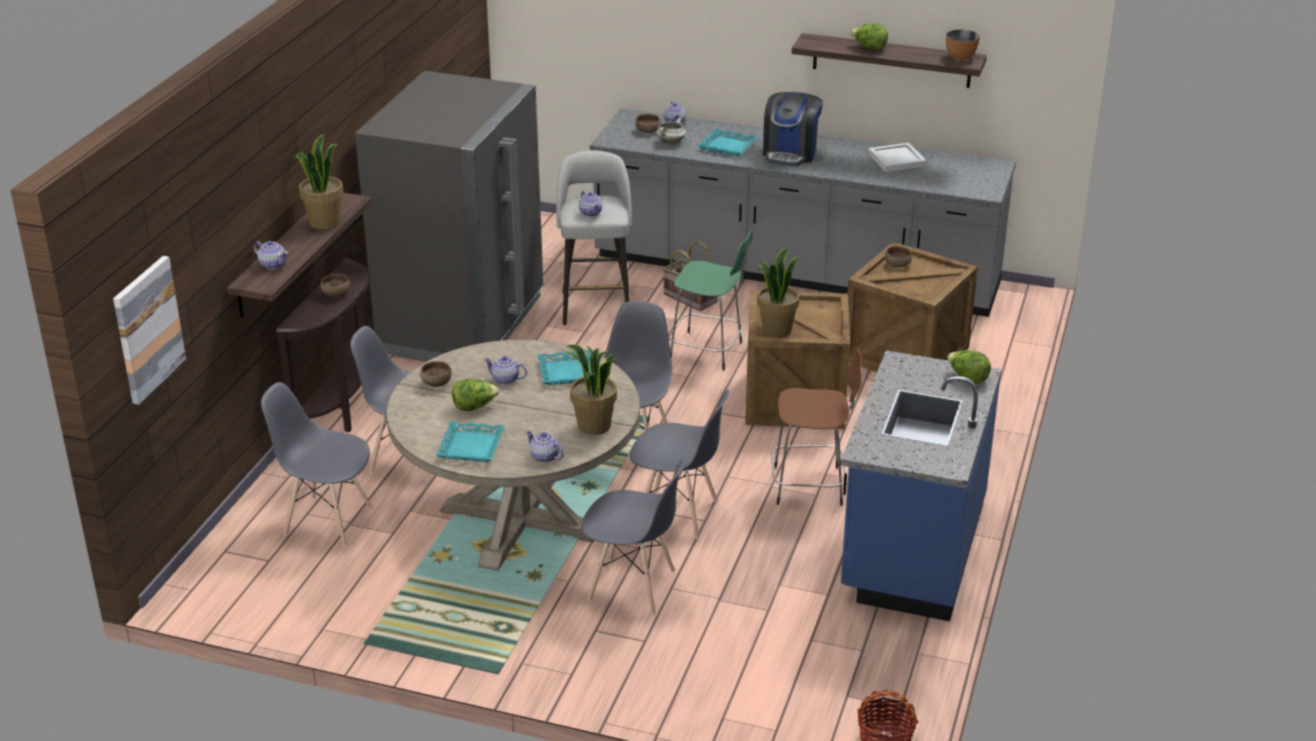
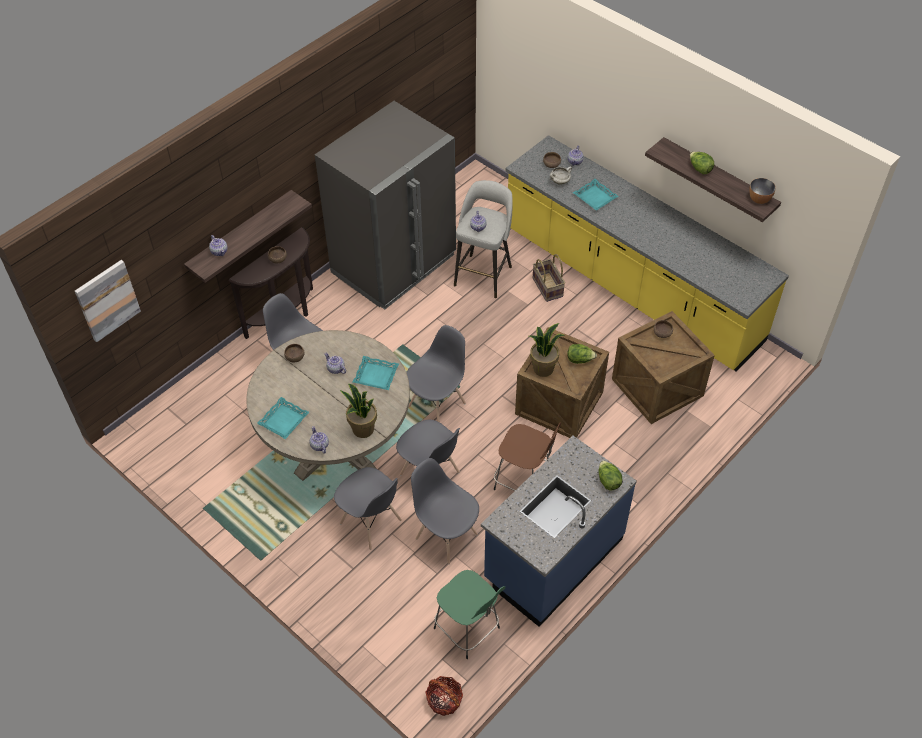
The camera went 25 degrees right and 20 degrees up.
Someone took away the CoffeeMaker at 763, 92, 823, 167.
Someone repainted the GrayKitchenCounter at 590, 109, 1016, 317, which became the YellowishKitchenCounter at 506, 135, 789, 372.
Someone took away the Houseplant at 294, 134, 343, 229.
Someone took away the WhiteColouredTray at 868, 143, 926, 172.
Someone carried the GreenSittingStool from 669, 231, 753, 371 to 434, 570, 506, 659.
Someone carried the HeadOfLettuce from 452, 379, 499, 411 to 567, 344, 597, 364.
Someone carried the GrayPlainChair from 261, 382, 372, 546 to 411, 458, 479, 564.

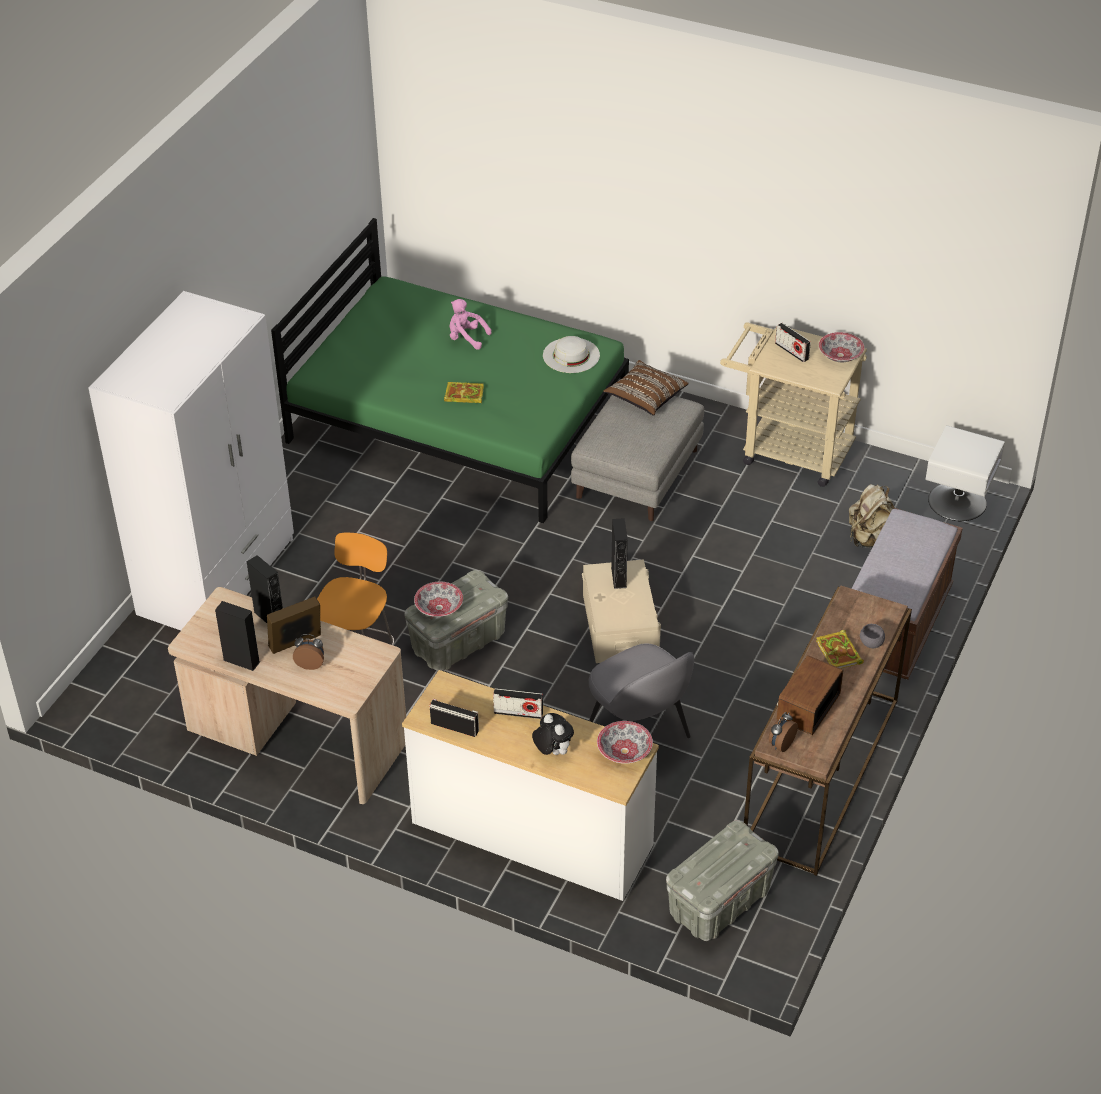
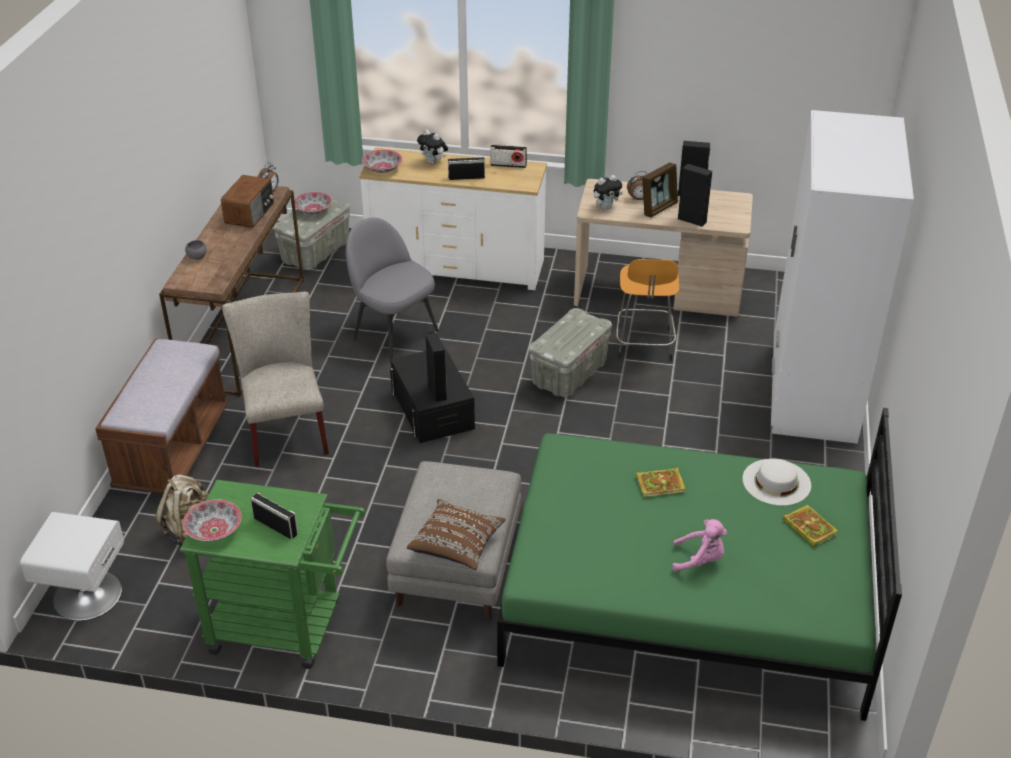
The camera went 165 degrees right and 5 degrees down.
Someone repainted the SandColouredWheeledCart at 720, 322, 867, 487, which became the GreenWheeledCart at 180, 480, 365, 669.
Someone carried the WhiteColouredWearableHat from 543, 336, 600, 373 to 742, 459, 811, 506.
Someone repainted the SandColouredStorageContainer at 582, 559, 661, 663, which became the BlackStorageContainer at 390, 347, 475, 443.
Someone carried the Bowl from 414, 582, 463, 617 to 294, 192, 332, 215.
Someone carried the Book from 816, 630, 864, 668 to 782, 505, 838, 547.
Someone put down the PlushToy at 594, 175, 623, 209.
Someone put down the SandColouredPlainChair at 222, 292, 329, 467.

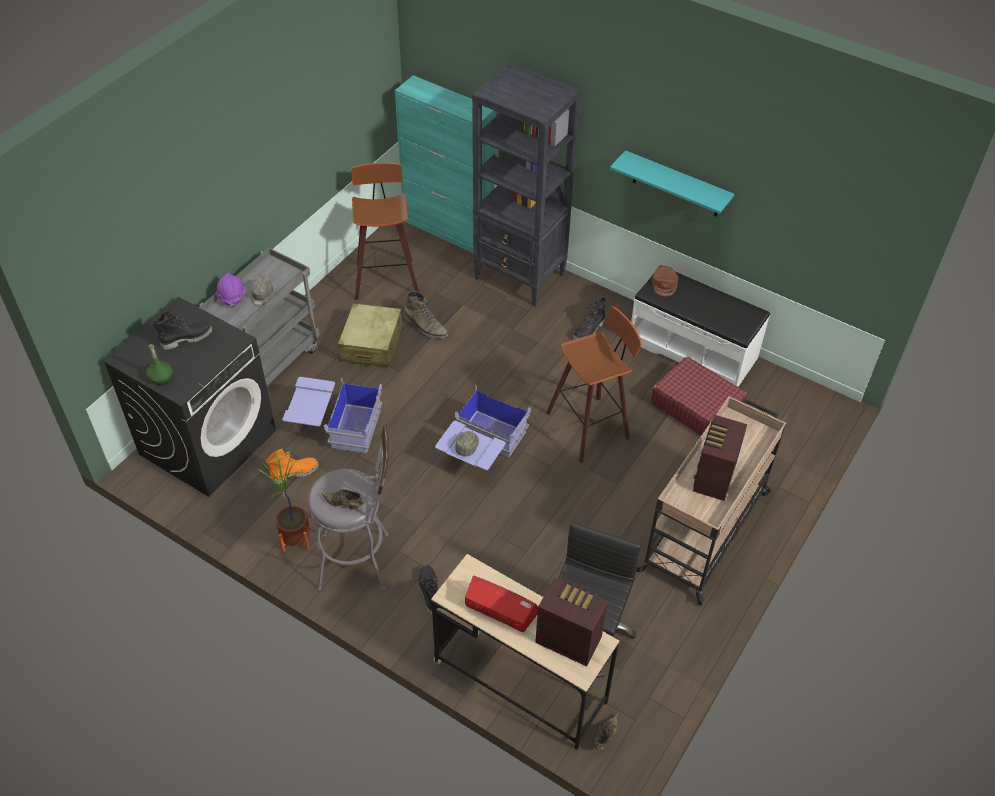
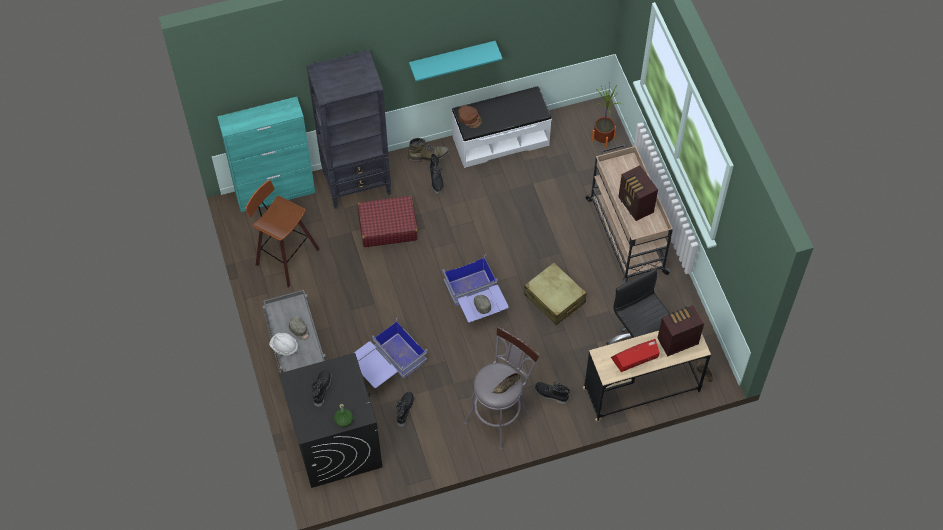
The camera went 50 degrees left and 10 degrees up.
Someone repainted the PurpleColouredHardHat at 216, 273, 245, 308, which became the WhiteColouredHardHat at 269, 333, 298, 355.
Someone carried the GreenTallBoot from 403, 291, 449, 339 to 408, 138, 449, 162.
Someone carried the SandColouredPieceOfLuggage from 338, 303, 403, 367 to 524, 262, 586, 325.
Someone took away the SittingStool at 546, 306, 642, 463.
Someone carried the RedPieceOfLuggage from 651, 356, 747, 436 to 358, 196, 418, 247.
Someone repainted the OrangeTallBoot at 266, 449, 319, 484, which became the BlackTallBoot at 396, 392, 414, 427.
Someone carried the Houseplant from 258, 451, 310, 552 to 592, 84, 623, 149.

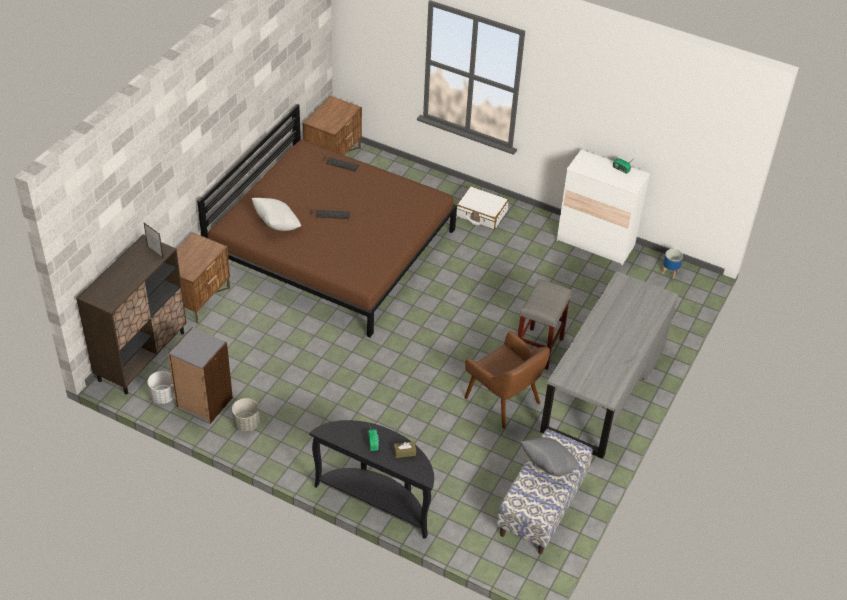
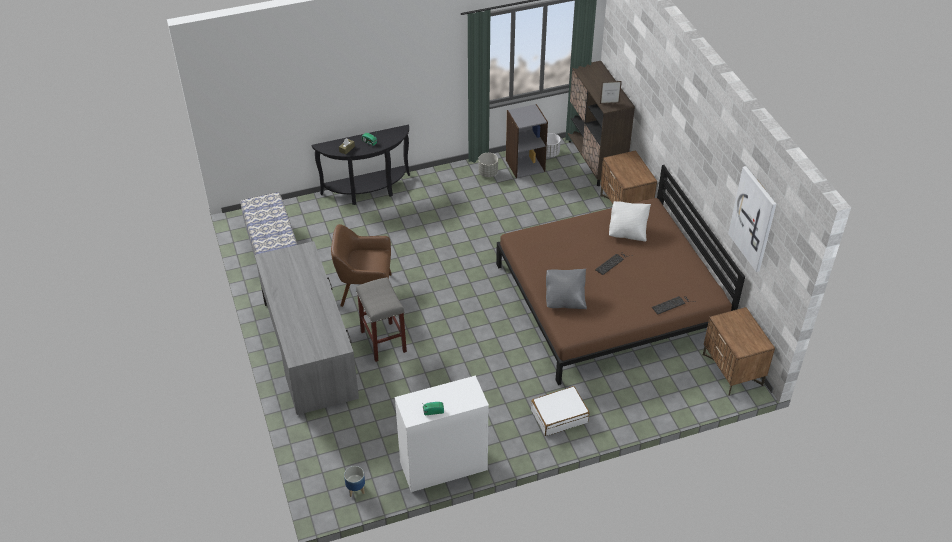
The camera went 135 degrees right and 0 degrees up.
Someone carried the GrayCushion from 521, 437, 580, 476 to 546, 269, 587, 309.
Someone put up the Picture at 728, 166, 776, 272.

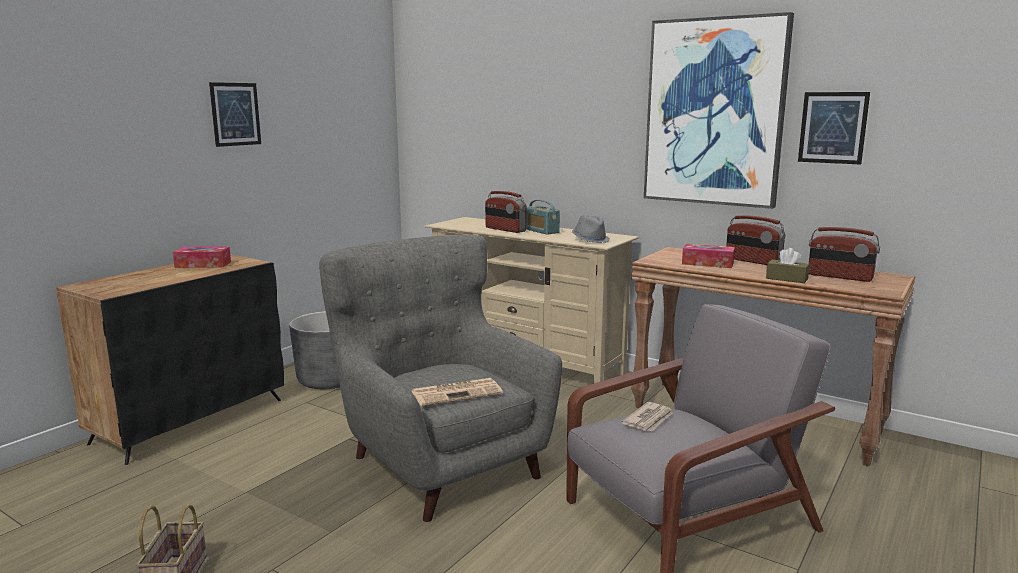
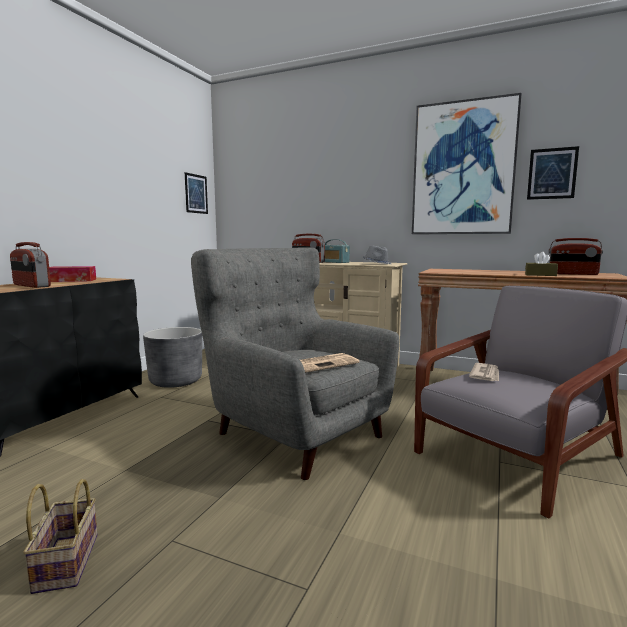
The camera went 10 degrees left and 5 degrees down.
Someone carried the Picture from 209, 82, 261, 147 to 185, 172, 208, 214.
Someone carried the RadioReceiver from 726, 215, 785, 265 to 10, 242, 51, 288.
Someone took away the BoxOfTissues at 682, 244, 735, 268.

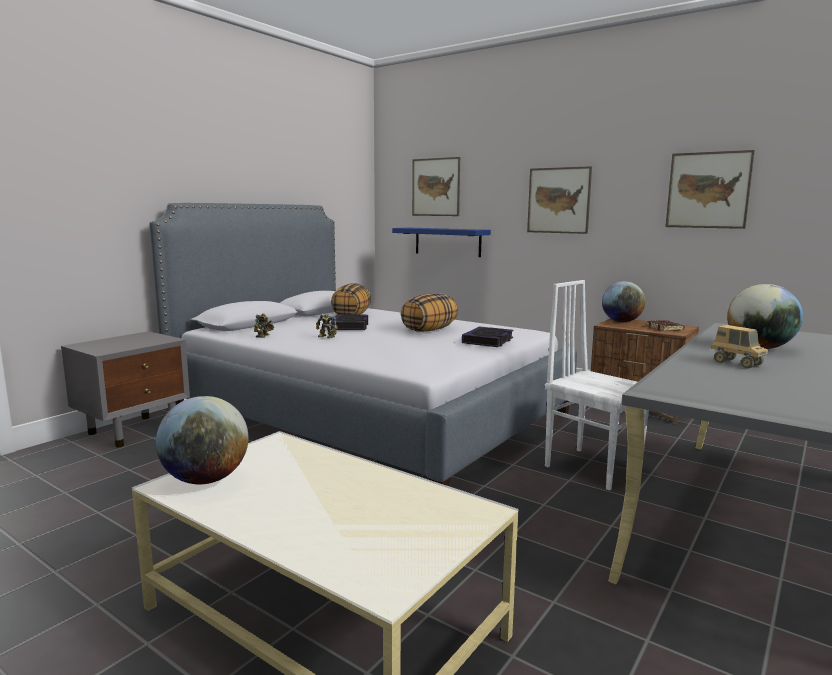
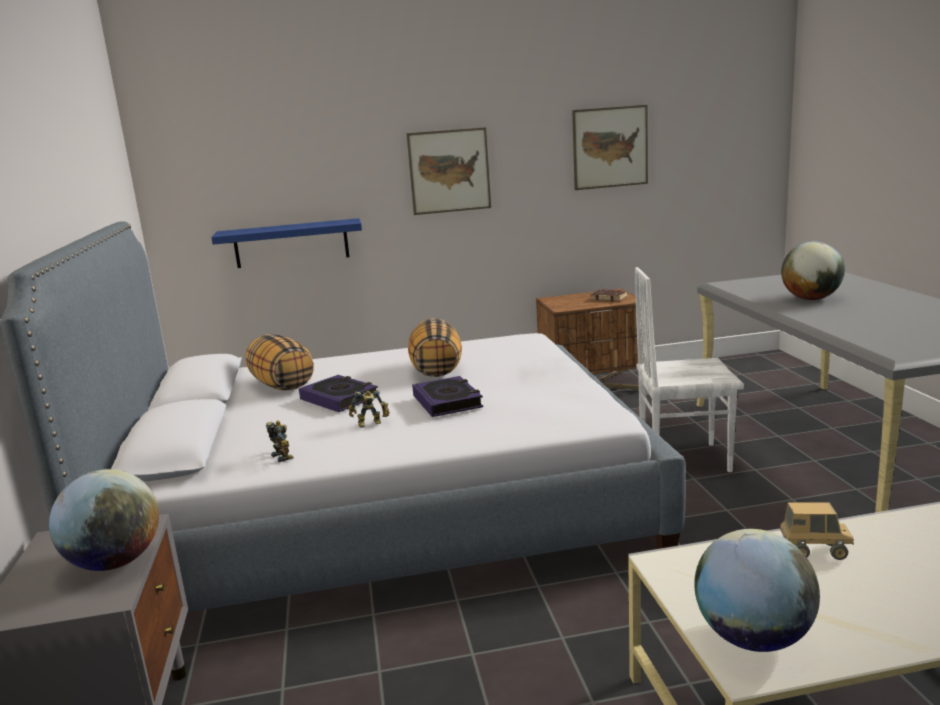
The camera went 45 degrees left and 5 degrees up.
Someone took away the Picture at 412, 157, 460, 216.
Someone carried the Globe from 602, 281, 645, 322 to 49, 469, 159, 571.
Someone carried the ToyTruck from 711, 325, 768, 368 to 780, 503, 854, 560.
Someone carried the Book from 462, 326, 513, 347 to 412, 376, 483, 417.

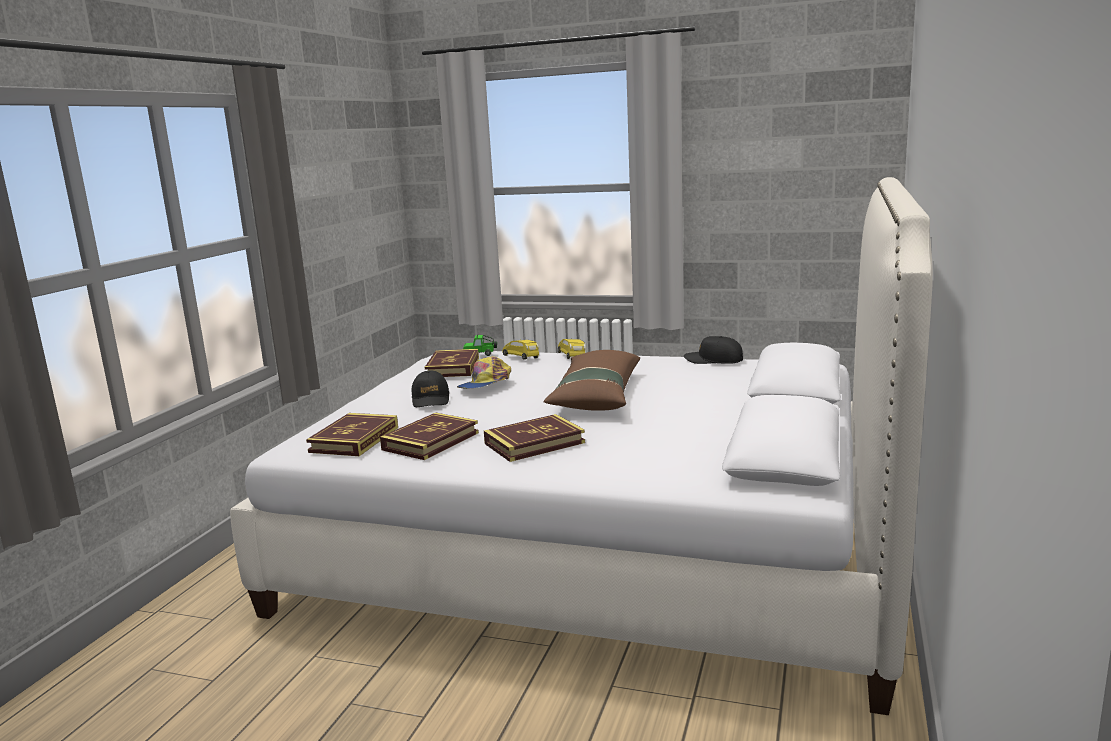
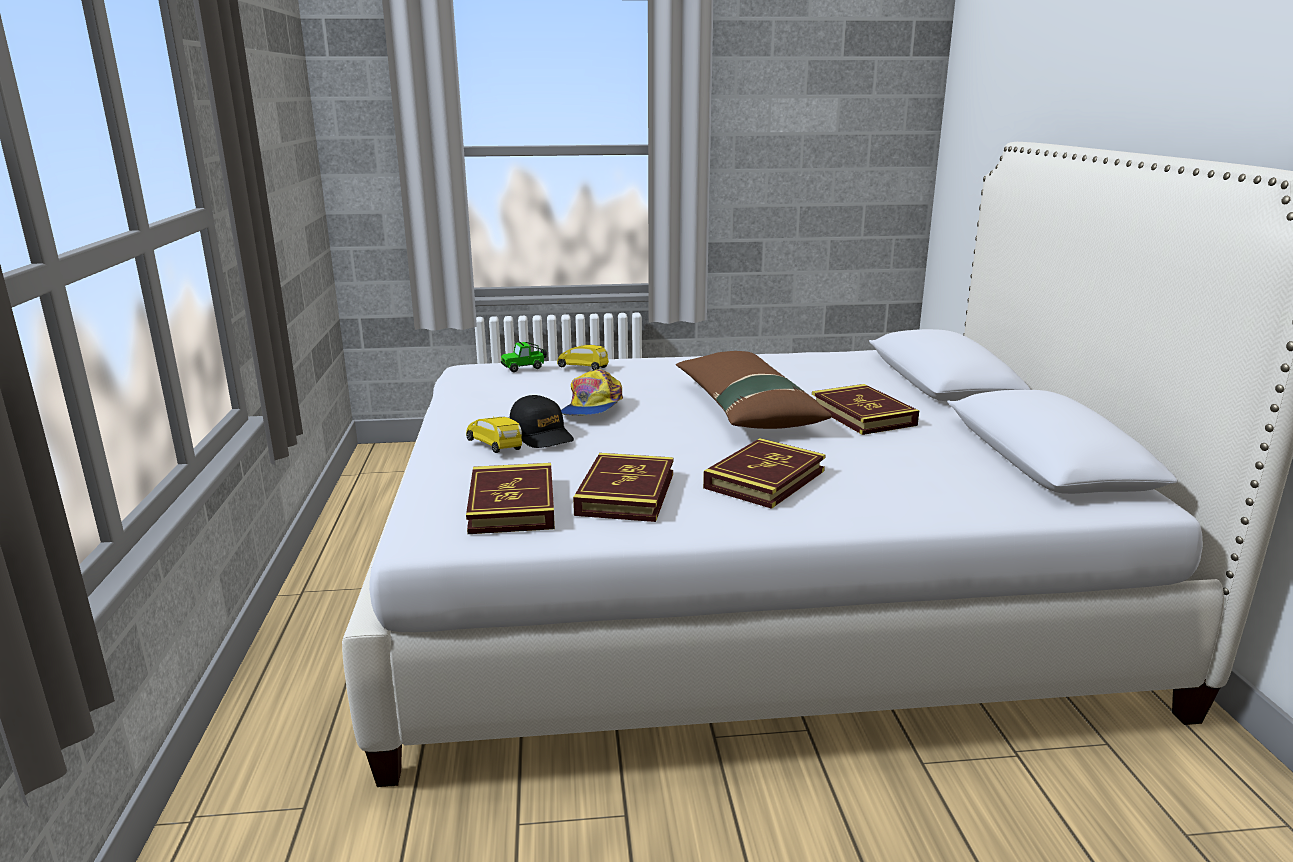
The camera went 25 degrees left and 5 degrees up.
Someone took away the BlackBaseballCap at 684, 336, 743, 364.
Someone carried the YellowishModelCar from 558, 339, 585, 359 to 466, 417, 522, 453.
Someone carried the Book from 425, 349, 479, 377 to 812, 384, 919, 435.

